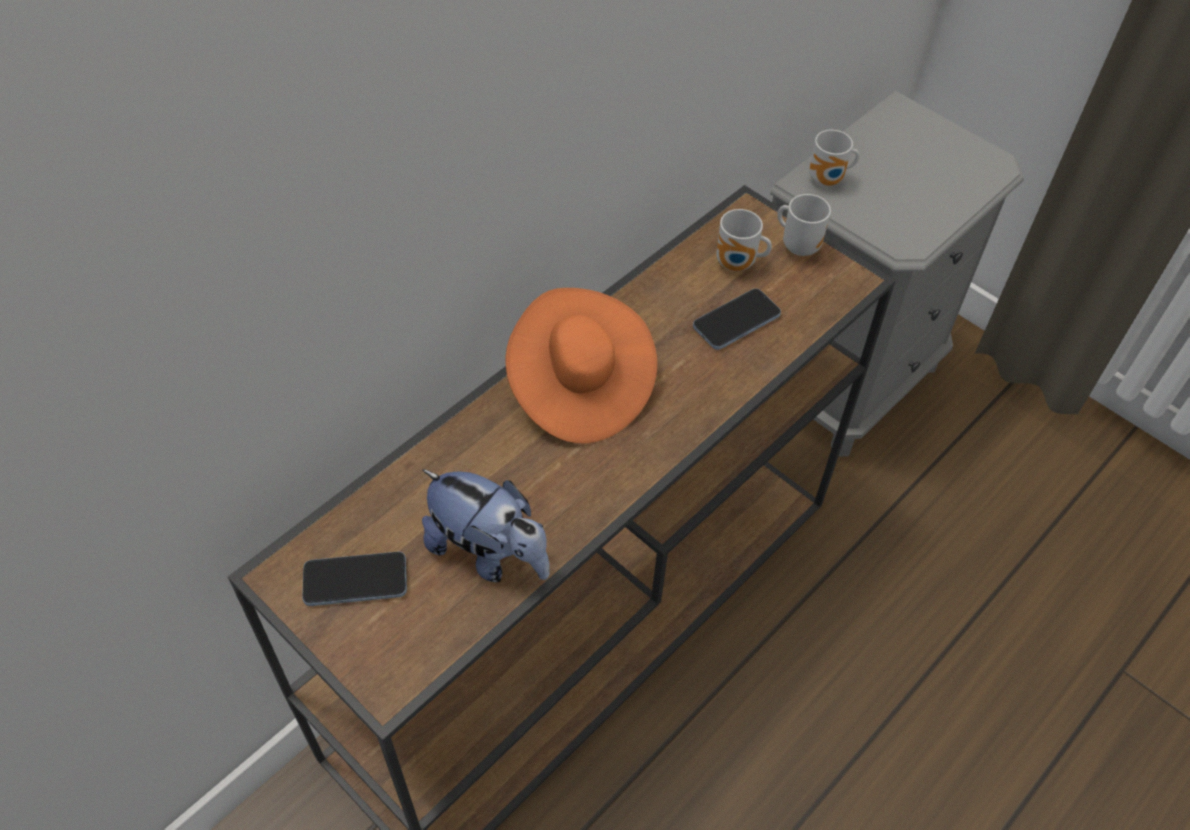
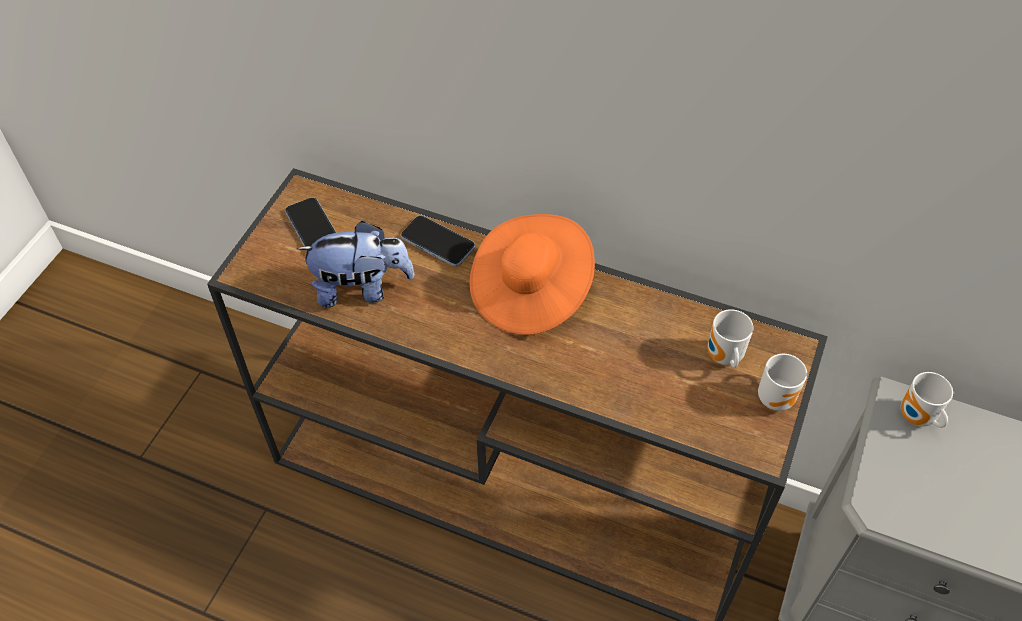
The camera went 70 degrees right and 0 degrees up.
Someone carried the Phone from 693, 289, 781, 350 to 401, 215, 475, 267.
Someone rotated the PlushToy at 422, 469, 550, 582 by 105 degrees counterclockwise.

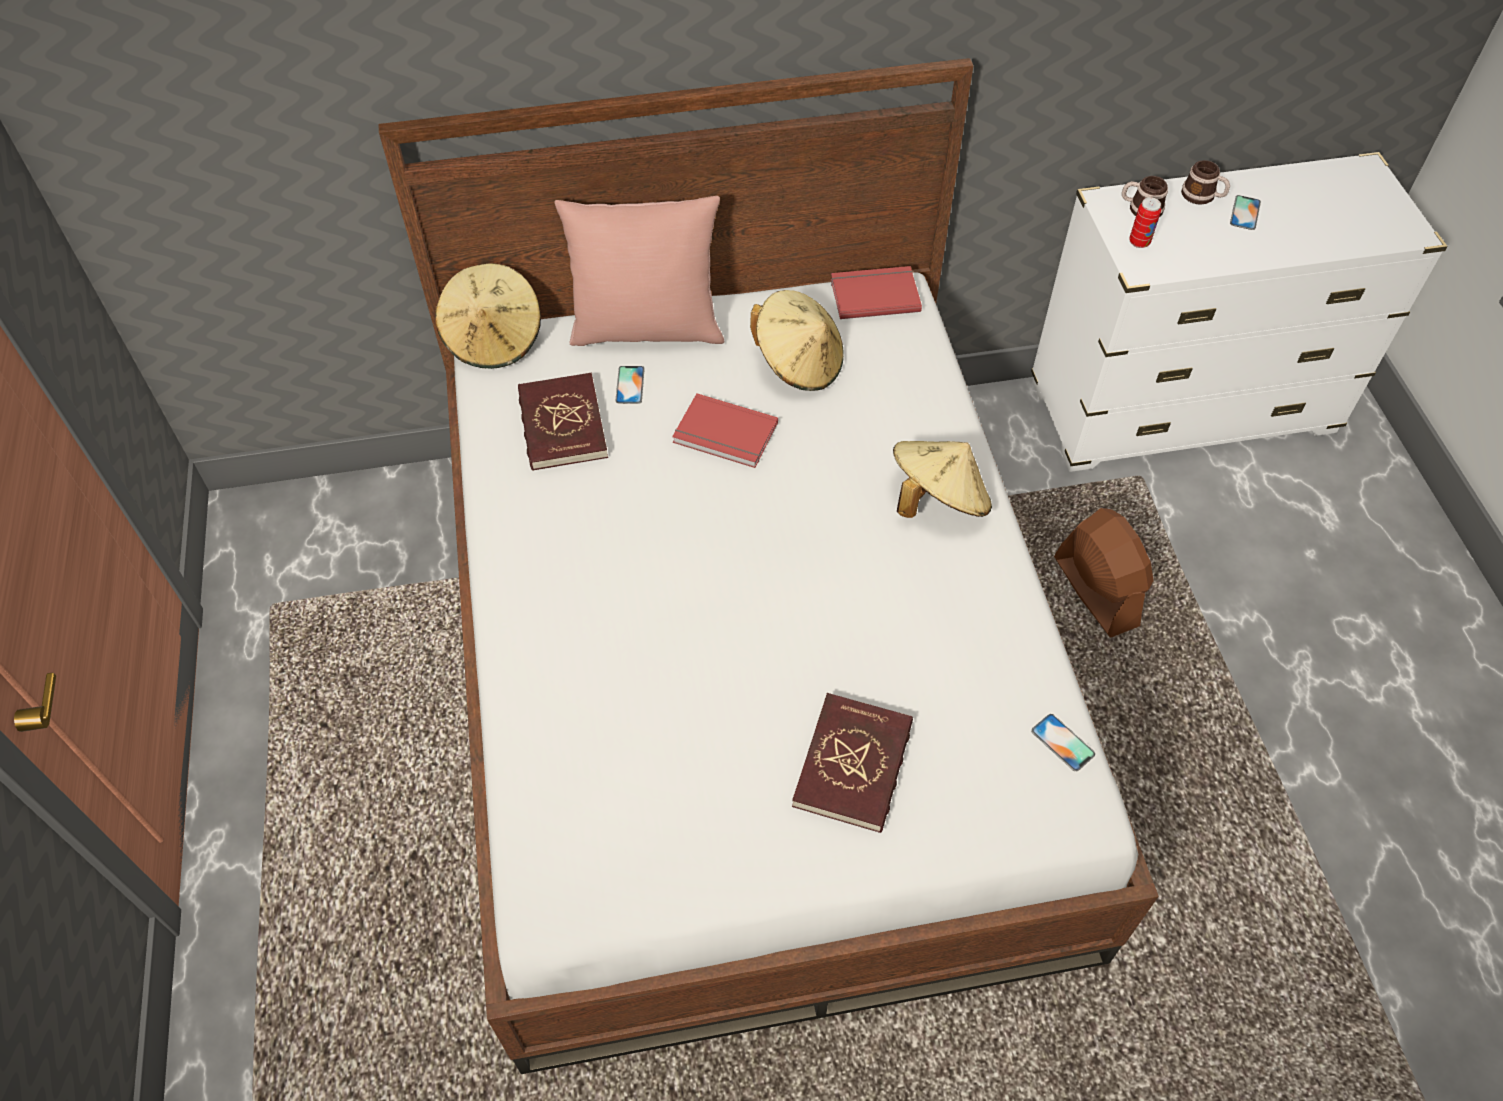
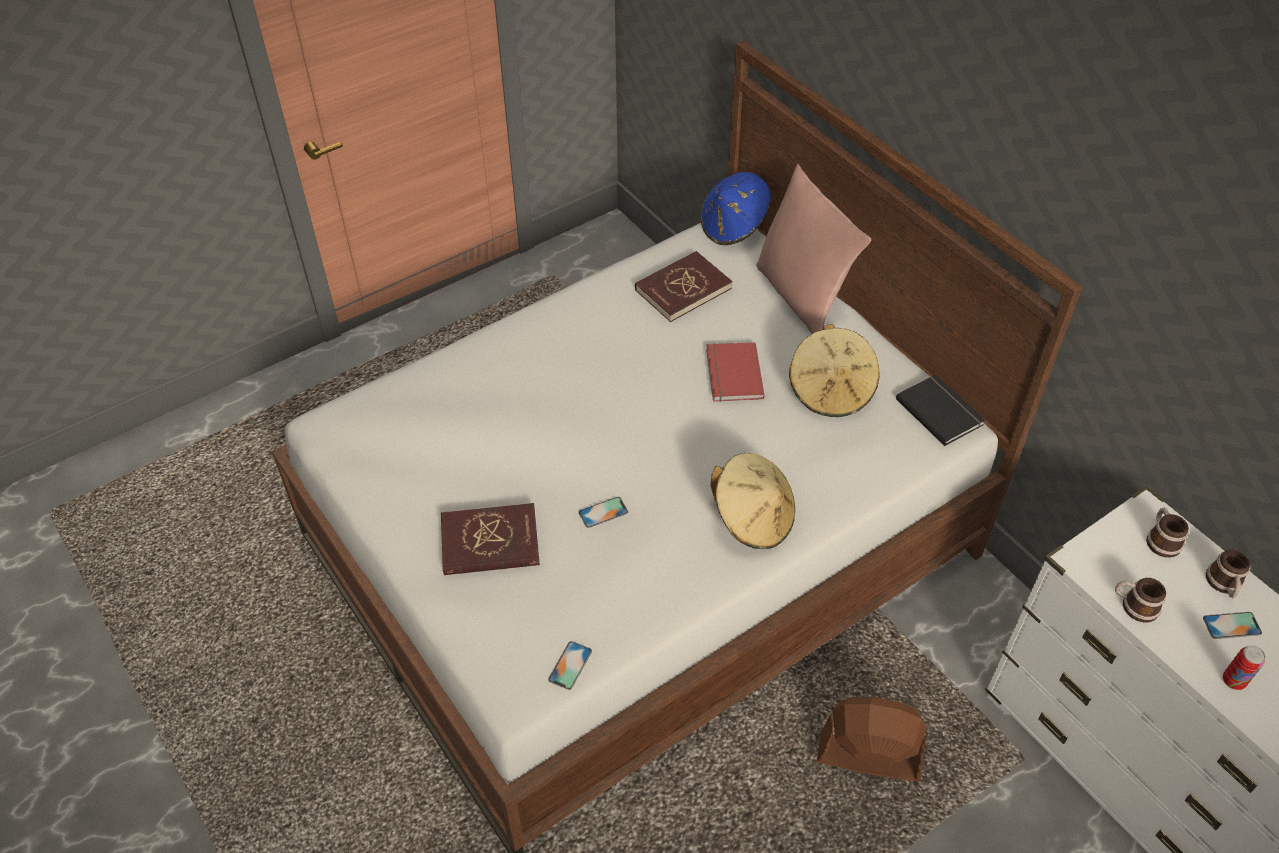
The camera went 65 degrees right and 5 degrees down.
Someone carried the SealedCan from 1129, 197, 1161, 248 to 1223, 645, 1265, 690.
Someone repainted the SandColouredWearableHat at 435, 263, 541, 369, which became the BlueWearableHat at 700, 172, 771, 245.
Someone repainted the RedBook at 831, 266, 922, 319, which became the BlackBook at 896, 374, 985, 446.
Someone carried the Phone from 615, 366, 645, 404 to 579, 497, 628, 528.
Someone rotated the BrownFan at 1054, 508, 1154, 638 by 120 degrees counterclockwise.
Someone put down the Mug at 1115, 578, 1167, 623.

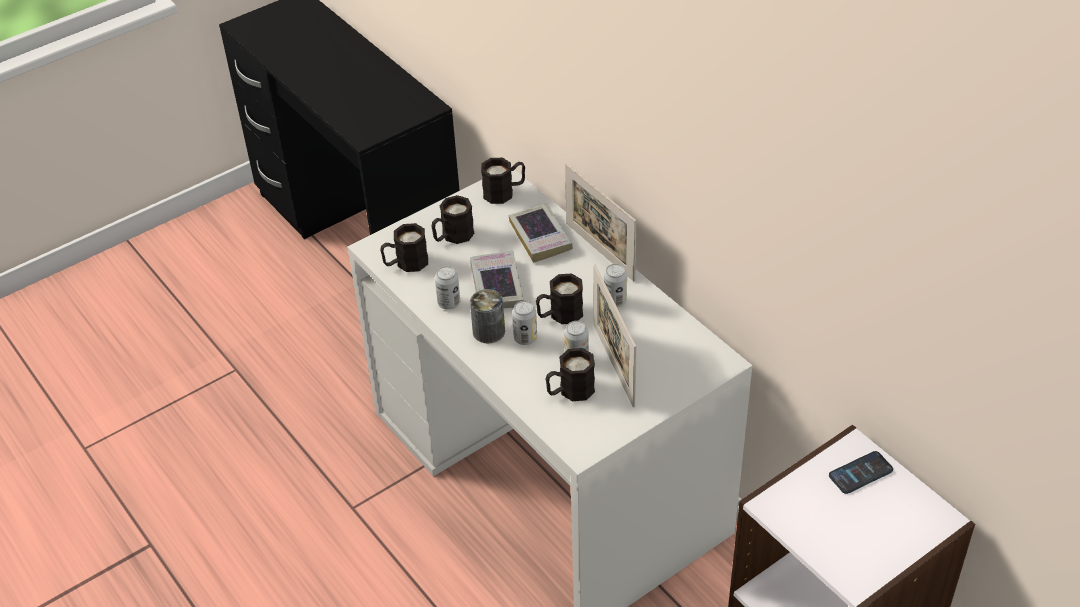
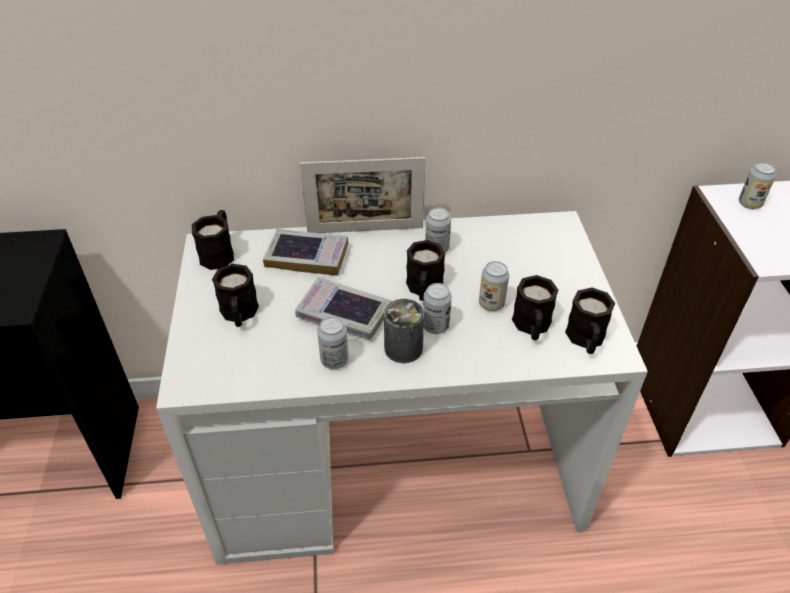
The camera went 60 degrees left and 0 degrees up.
Someone carried the BlackMug from 380, 223, 428, 272 to 565, 288, 615, 354.
Someone took away the PhotoFrame at 593, 265, 637, 407.
Someone swapped the Phone at 829, 451, 893, 494 for the SealedCan at 739, 162, 776, 209.

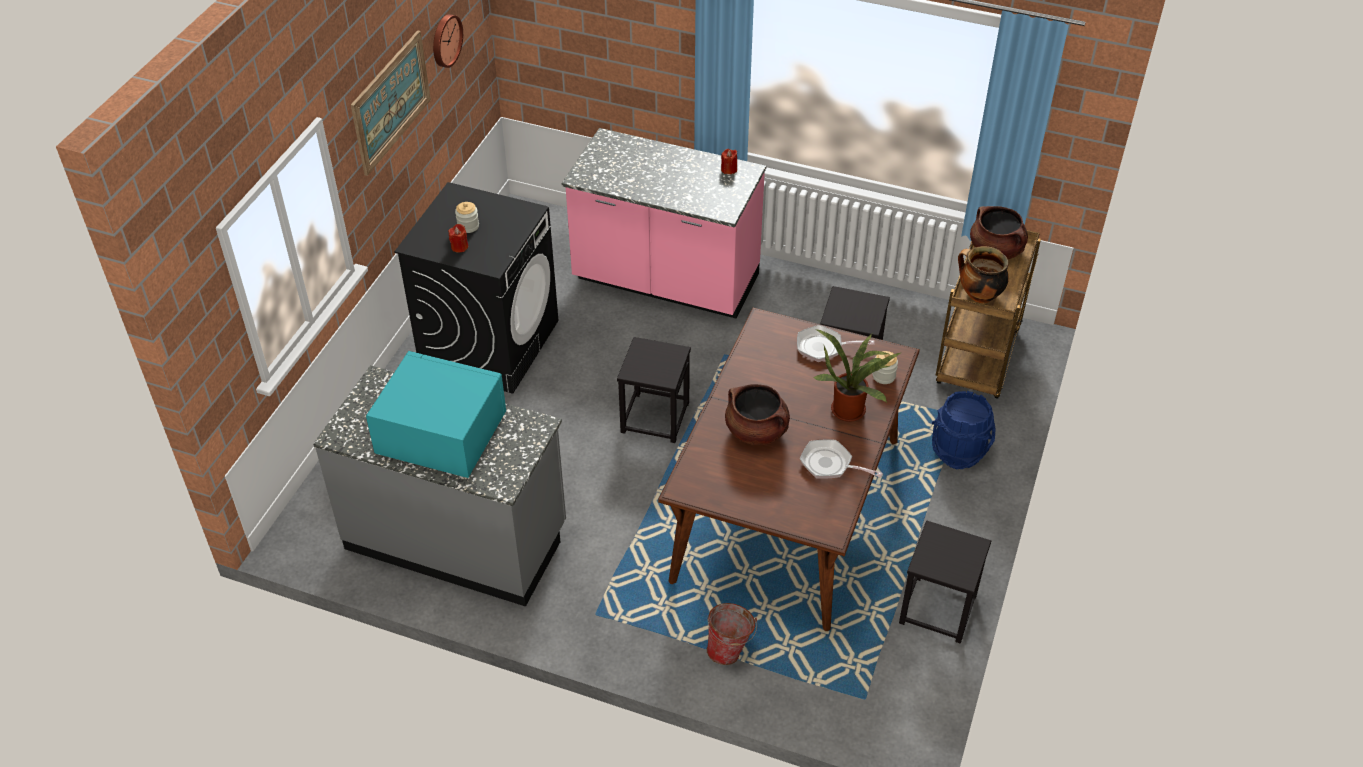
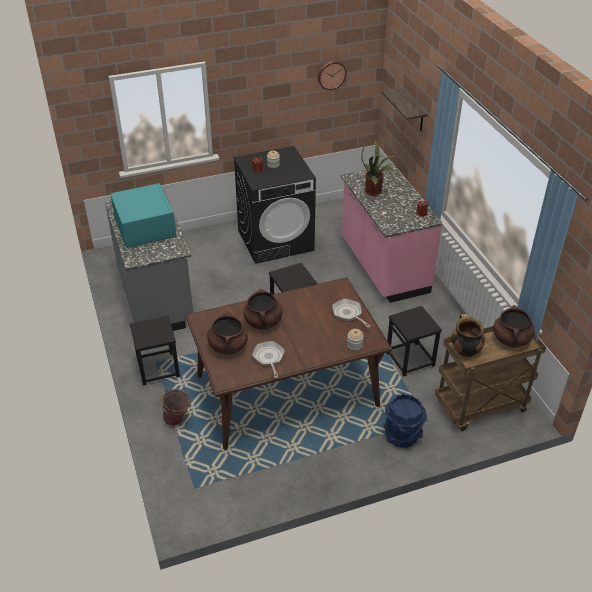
The camera went 50 degrees right and 5 degrees down.
Someone took away the Picture at 351, 30, 431, 176.
Someone carried the Houseplant from 813, 329, 900, 422 to 361, 141, 395, 196.
Someone carried the BlackSittingStool from 899, 521, 991, 644 to 130, 316, 180, 385.
Someone put up the BracketShelf at 381, 88, 428, 131.
Someone put down the BrownStockpot at 207, 311, 248, 355.

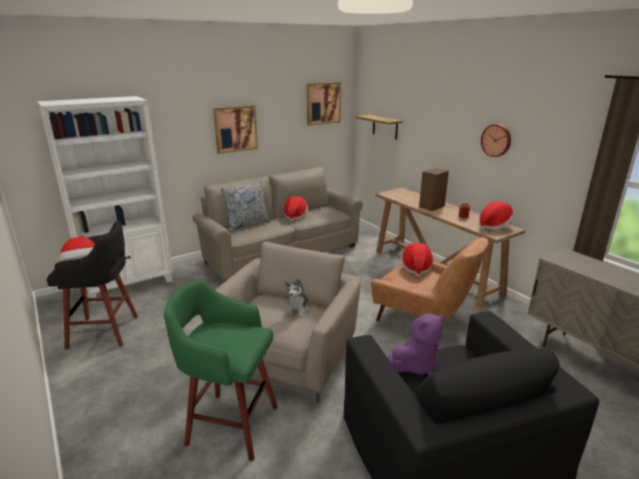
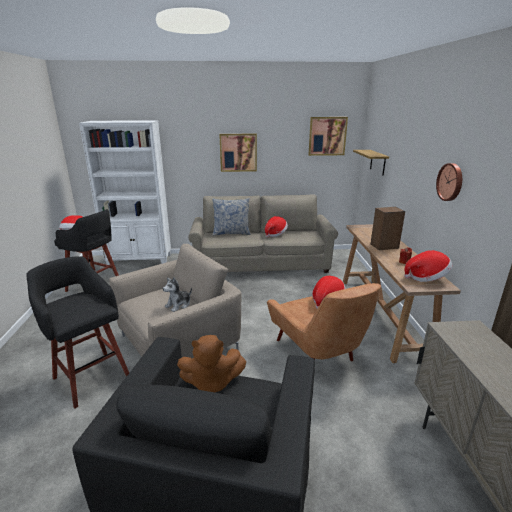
The camera went 30 degrees right and 0 degrees up.
Someone repainted the GreenSittingStool at 164, 279, 278, 461, which became the BlackSittingStool at 26, 256, 129, 408.
Someone repainted the PurpleColouredPlushToy at 388, 313, 445, 376, which became the BrownPlushToy at 177, 335, 246, 392.

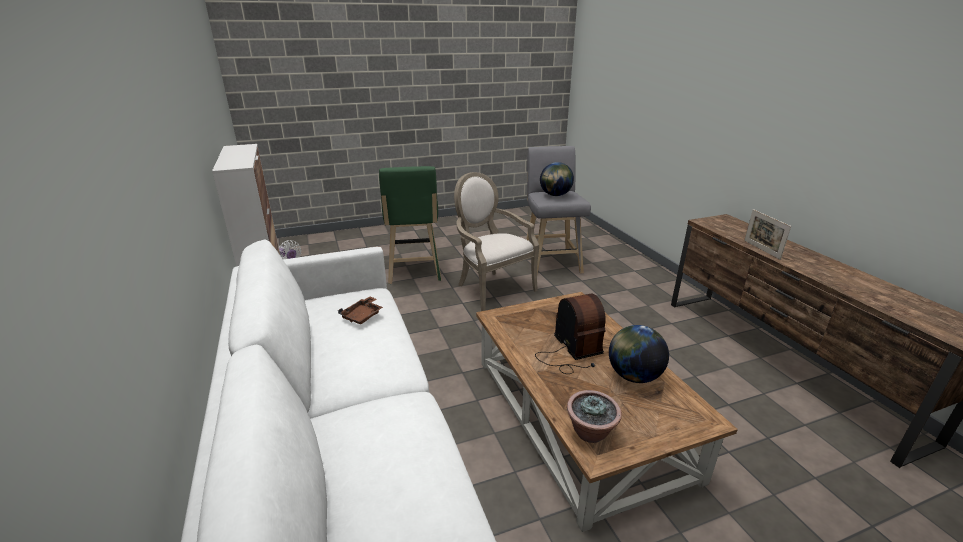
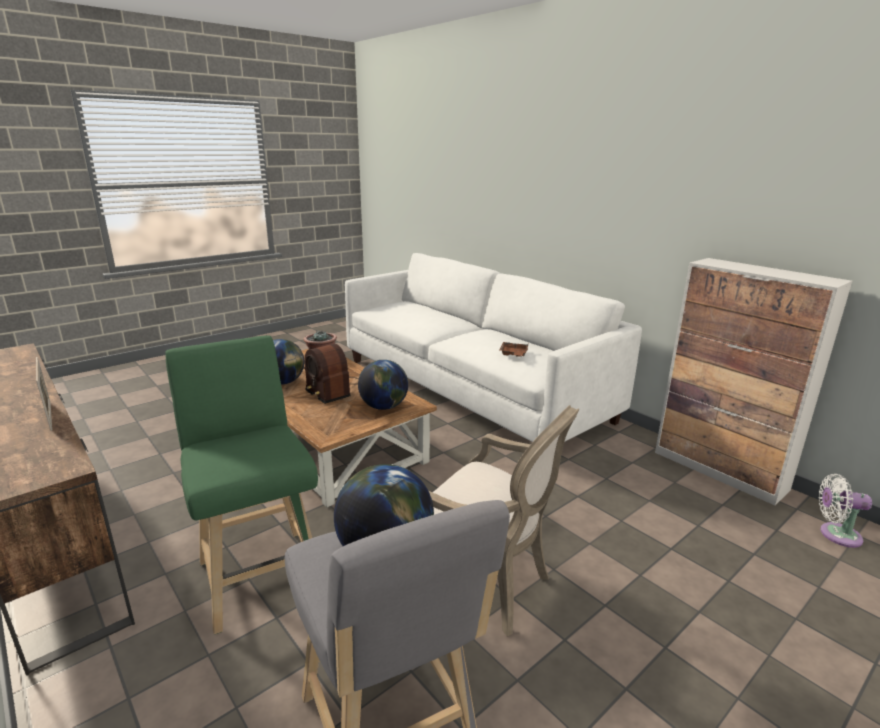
The camera went 160 degrees right and 5 degrees down.
Someone carried the GreenSittingStool from 379, 166, 442, 284 to 165, 335, 318, 635.
Someone put down the Globe at 358, 360, 408, 410.

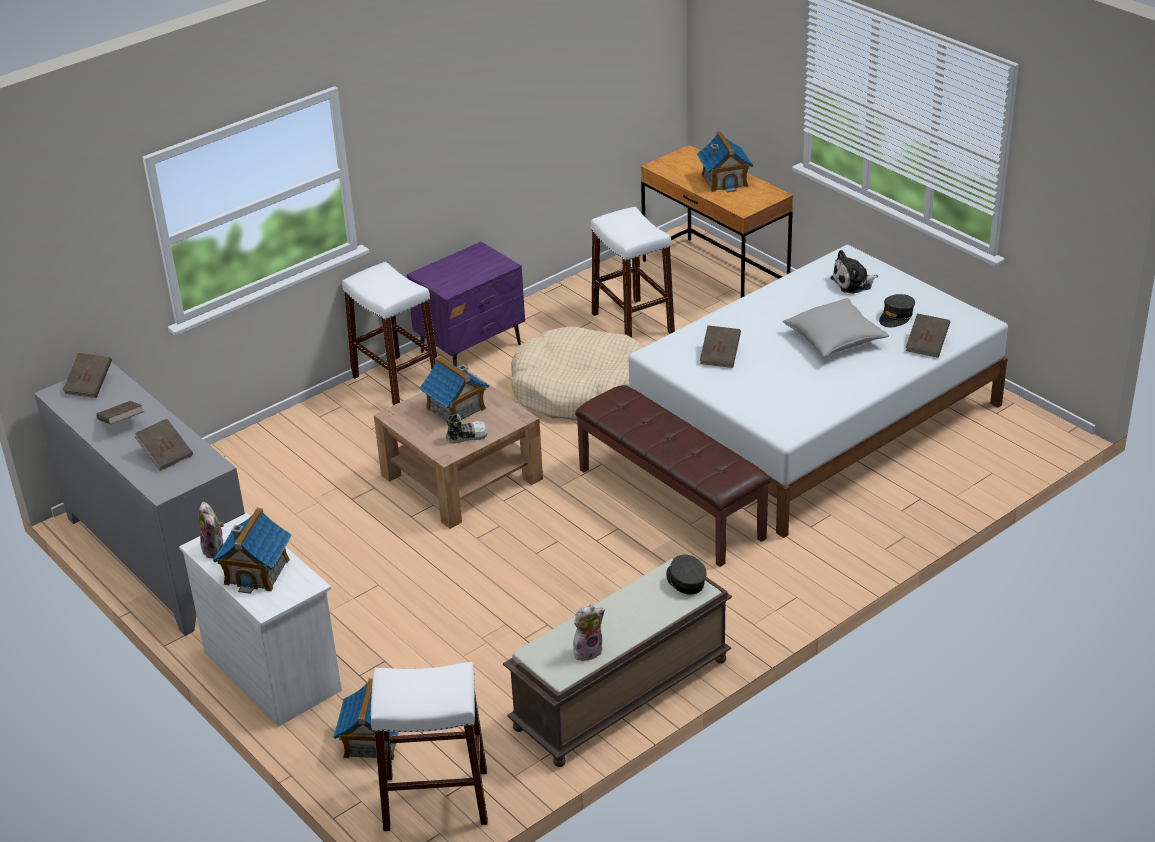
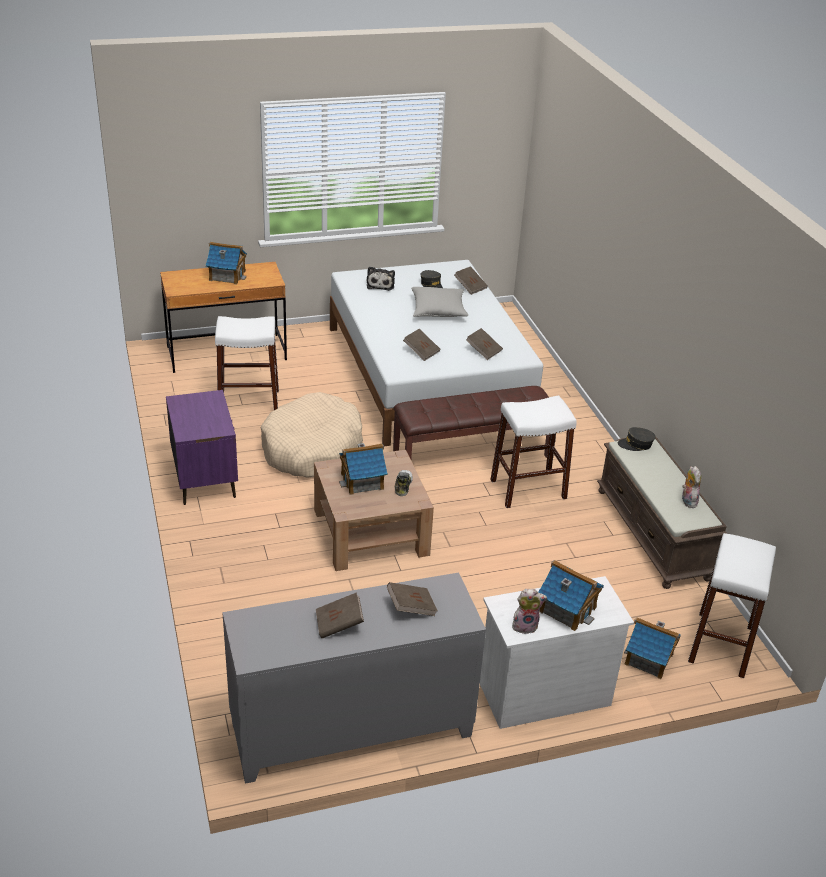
The camera went 70 degrees left and 0 degrees up.
Someone carried the WhiteColouredSittingStool from 342, 262, 437, 405 to 490, 395, 577, 508.
Someone carried the BrownBook from 63, 353, 112, 398 to 466, 328, 503, 360.

